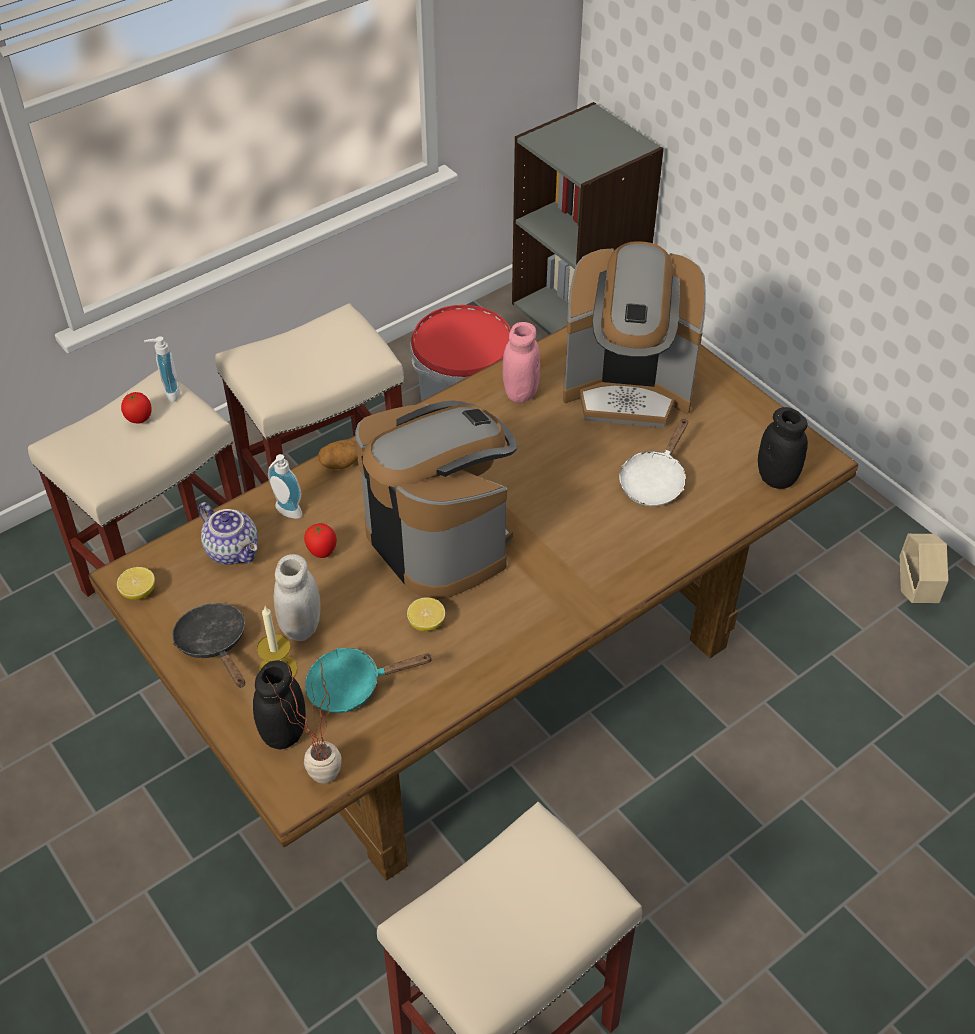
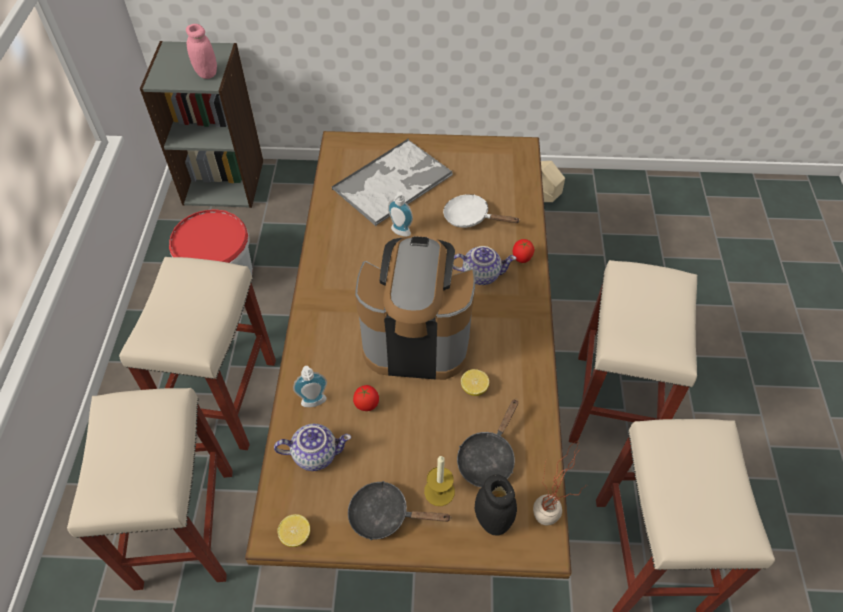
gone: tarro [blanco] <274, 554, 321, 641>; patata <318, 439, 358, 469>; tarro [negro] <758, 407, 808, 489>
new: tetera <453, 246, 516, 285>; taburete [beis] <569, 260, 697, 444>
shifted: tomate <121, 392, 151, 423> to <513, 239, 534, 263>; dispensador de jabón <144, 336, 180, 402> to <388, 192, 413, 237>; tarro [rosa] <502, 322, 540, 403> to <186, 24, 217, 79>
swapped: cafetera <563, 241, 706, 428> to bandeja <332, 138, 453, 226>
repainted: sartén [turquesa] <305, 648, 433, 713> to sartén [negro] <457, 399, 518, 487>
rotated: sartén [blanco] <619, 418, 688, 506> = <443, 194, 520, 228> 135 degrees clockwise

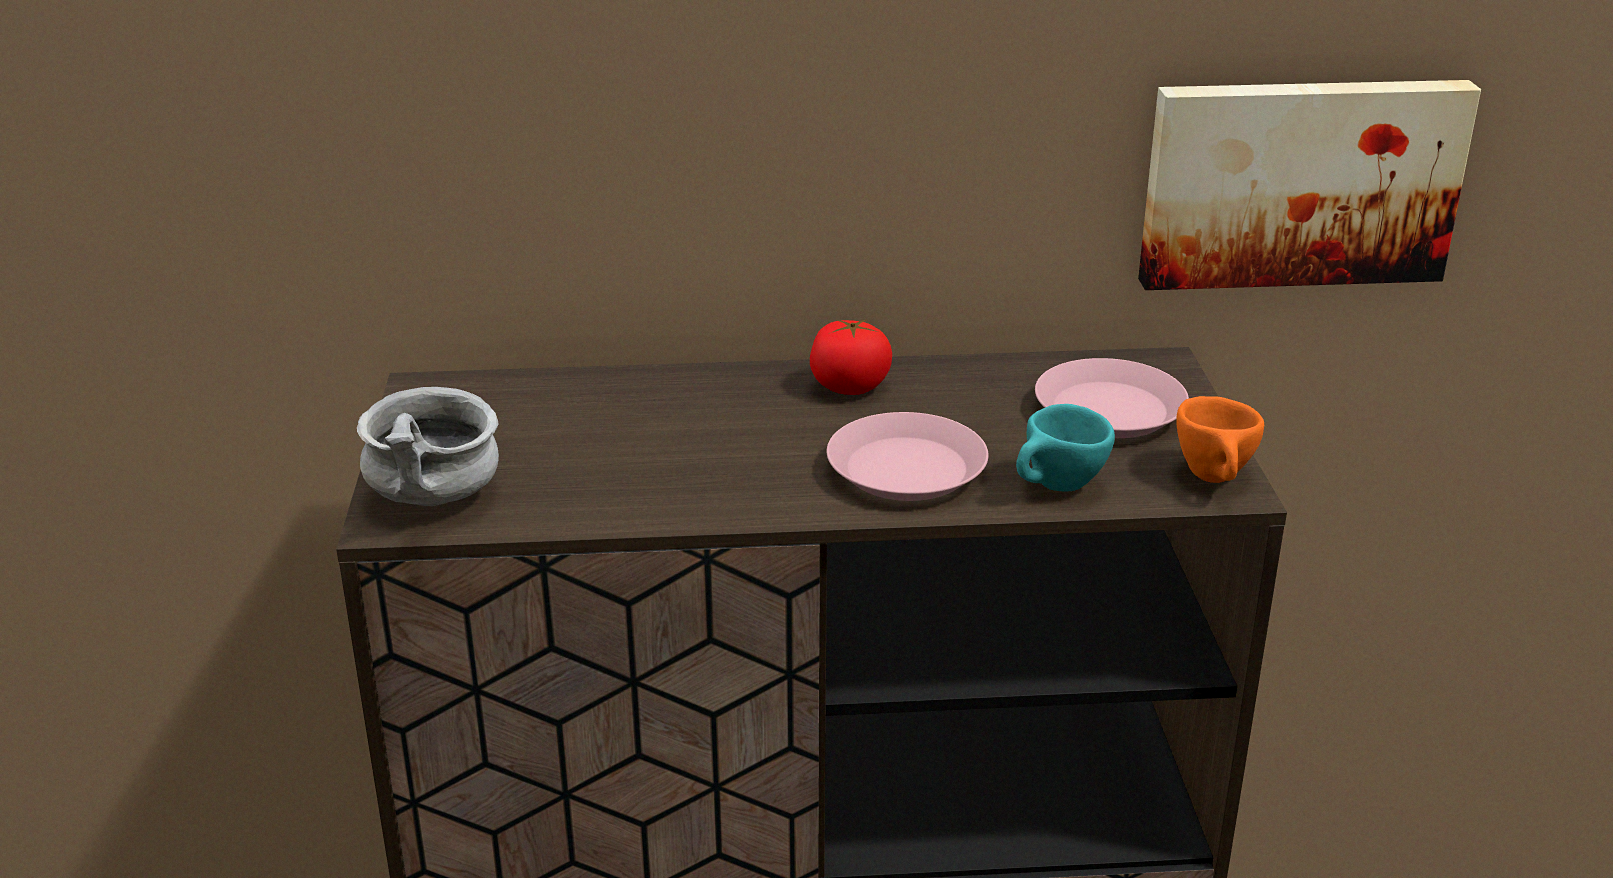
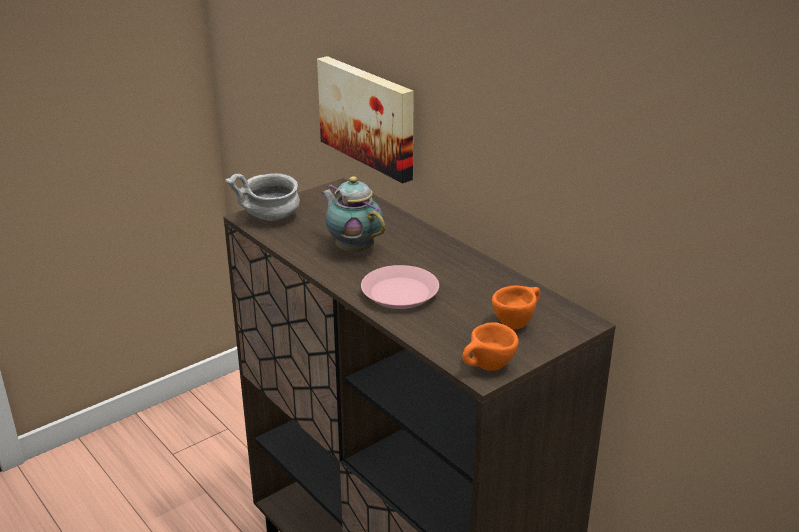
gone: tomate <810, 319, 892, 395>; taza [turquesa] <1016, 404, 1115, 492>
new: tetera <321, 176, 385, 253>
shifted: cuadro <1138, 80, 1481, 290> to <317, 56, 414, 183>
swapped: plato [rosa] <1035, 358, 1189, 438> to taza [naranja] <492, 286, 540, 329>

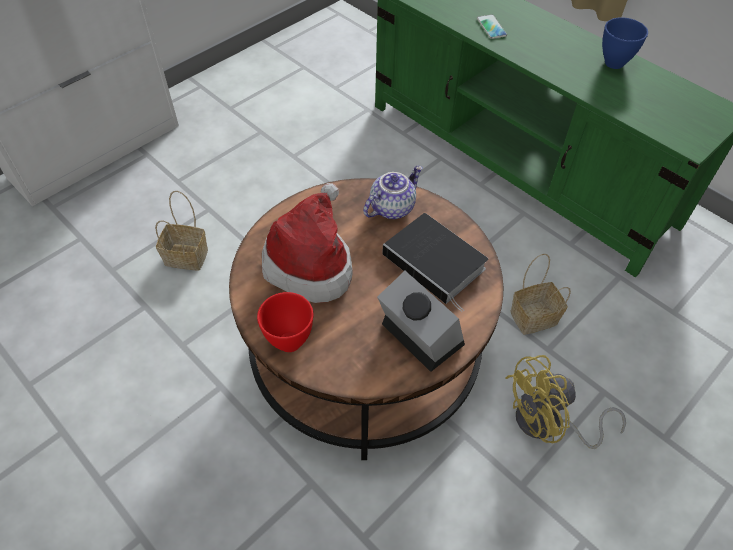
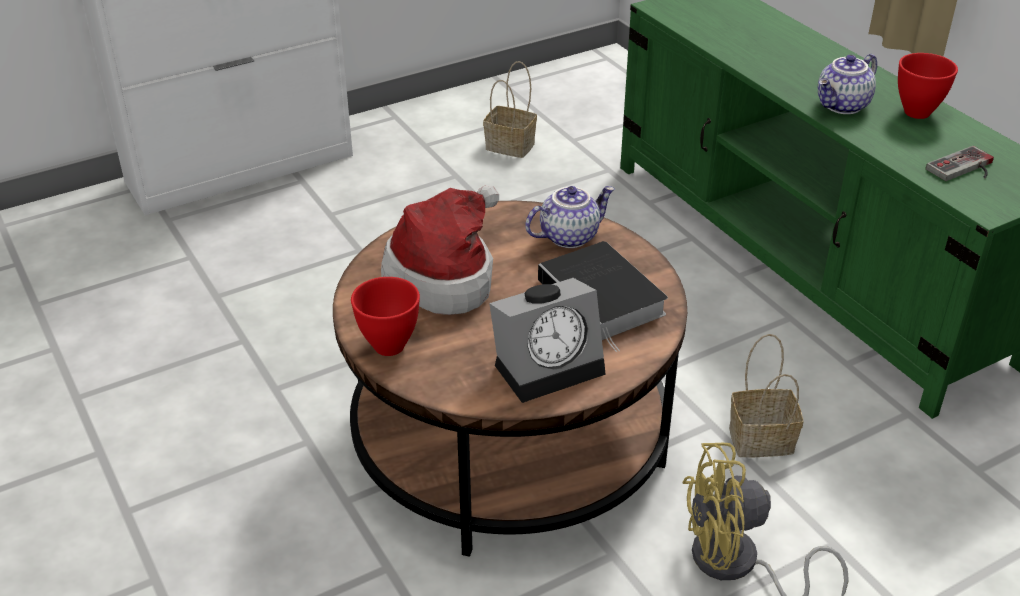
gone: móvil <477, 14, 507, 39>
new: tetera <818, 54, 877, 114>; mando de consola <926, 146, 994, 181>
shifted: cesta <155, 191, 208, 271> to <483, 61, 537, 158>
repainted: cuenco [azul] <602, 17, 648, 69> to cuenco [rojo] <898, 53, 958, 119>
rotated: despertador <377, 271, 465, 372> = <489, 278, 606, 403> 90 degrees clockwise

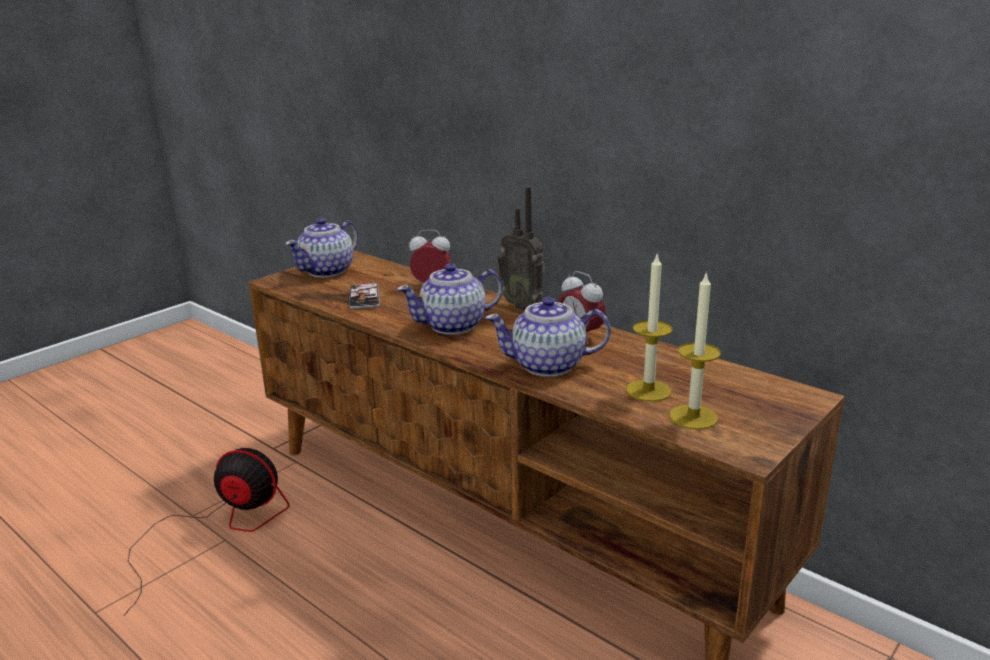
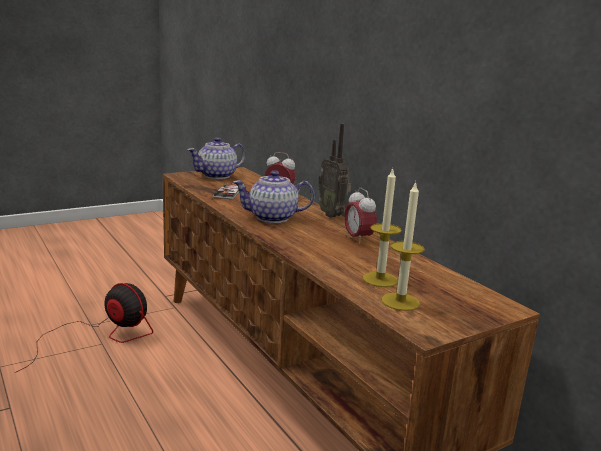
gone: tetera <485, 297, 611, 377>

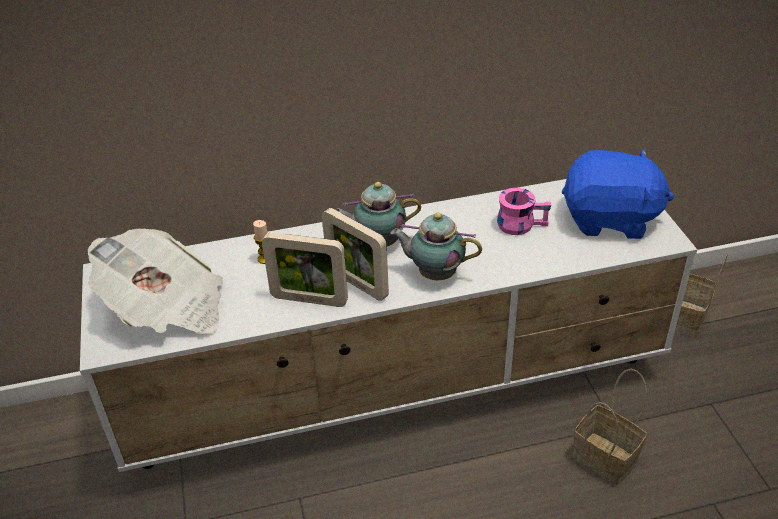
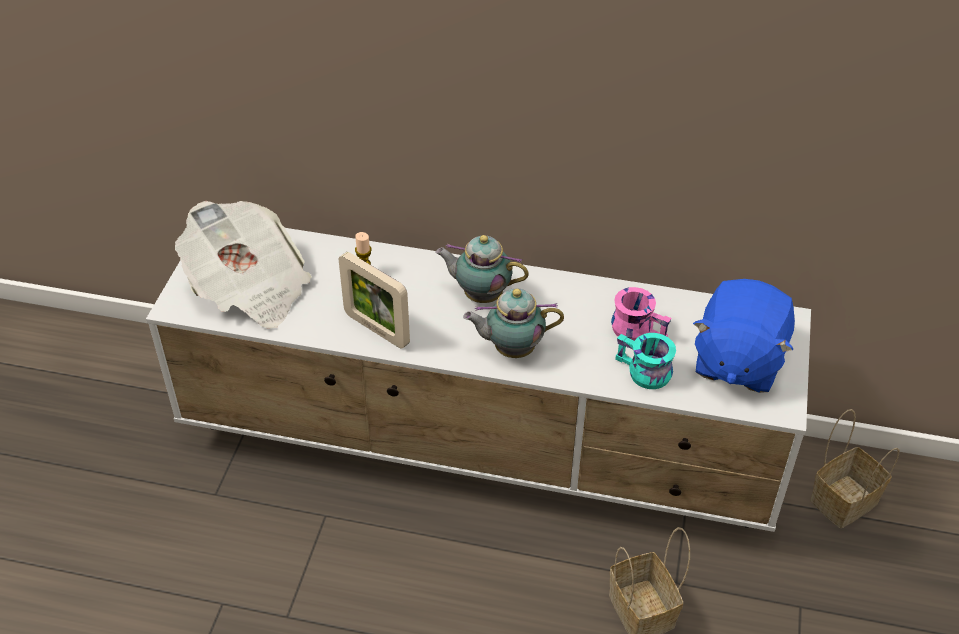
gone: portarretratos <322, 208, 389, 301>
new: taza grande [turquesa] <615, 333, 676, 389>
rotated: tetera <390, 213, 482, 280> = <463, 288, 564, 358> 45 degrees counterclockwise; peluche [azul] <562, 148, 674, 239> = <693, 279, 795, 393> 75 degrees clockwise

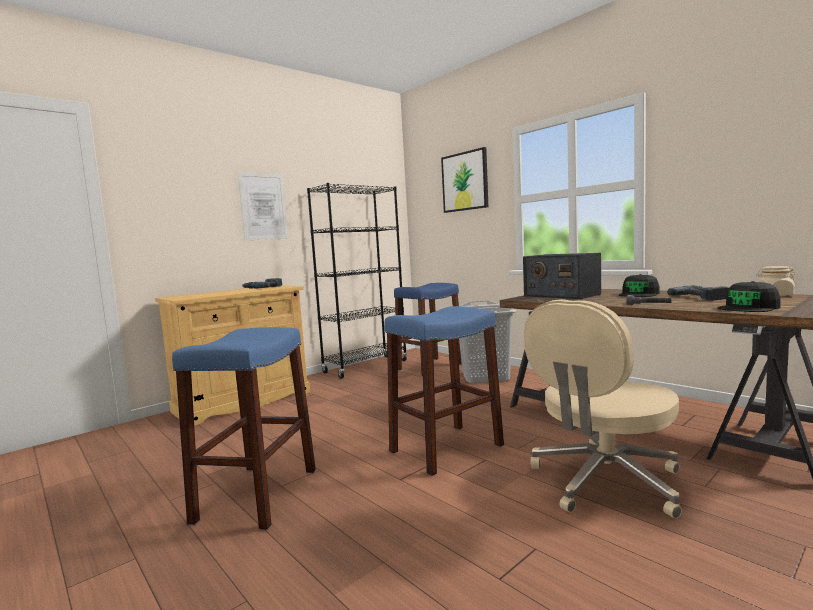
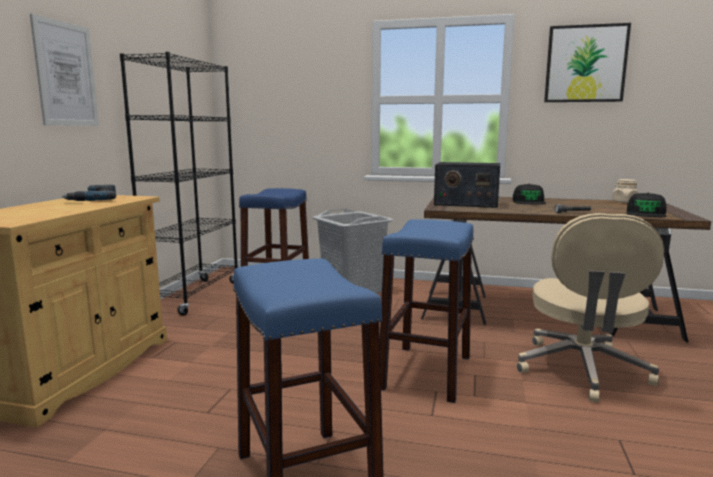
gone: taladro <667, 285, 729, 301>
shifted: cuadro <441, 147, 488, 213> to <544, 23, 631, 102>

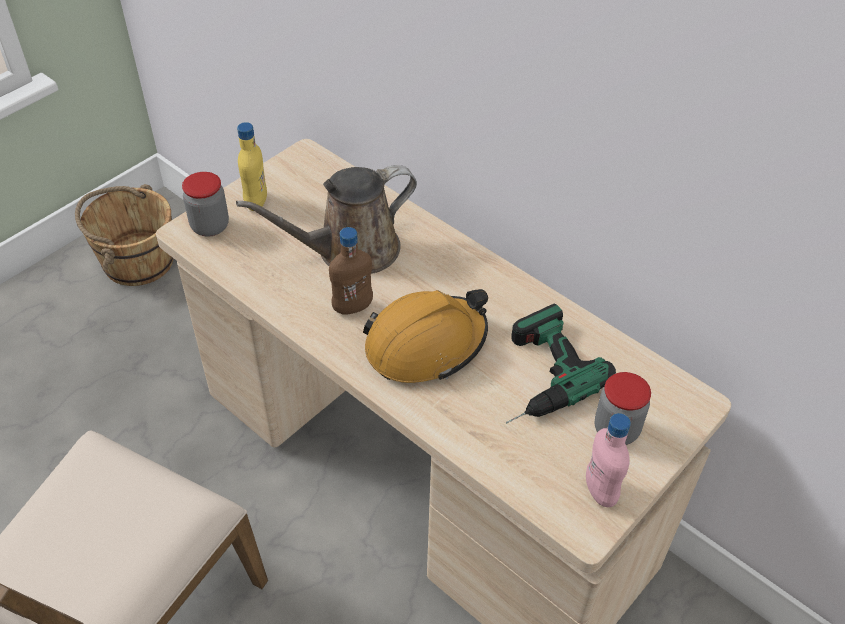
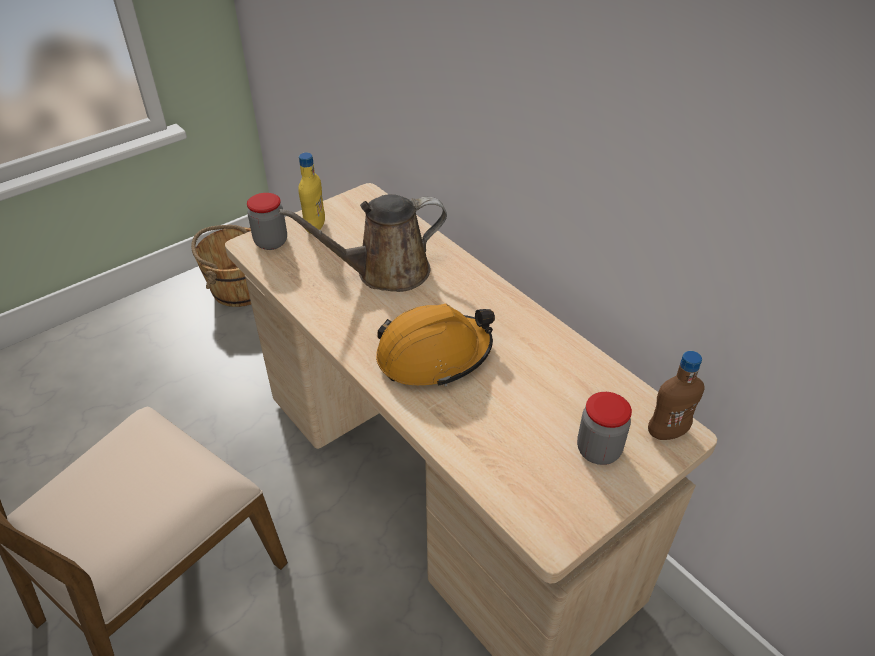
gone: taladro <506, 303, 616, 423>; botella [rosa] <586, 413, 631, 507>
shifted: botella [marrón] <329, 227, 373, 315> to <648, 351, 705, 440>

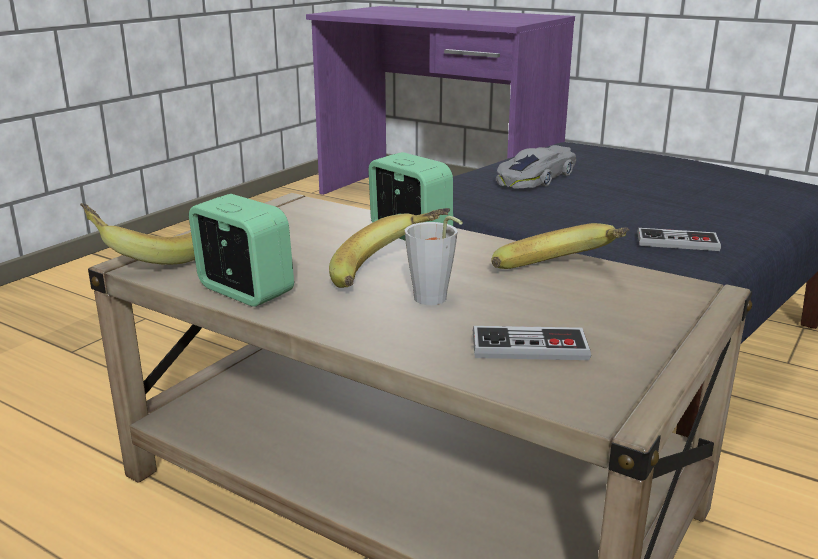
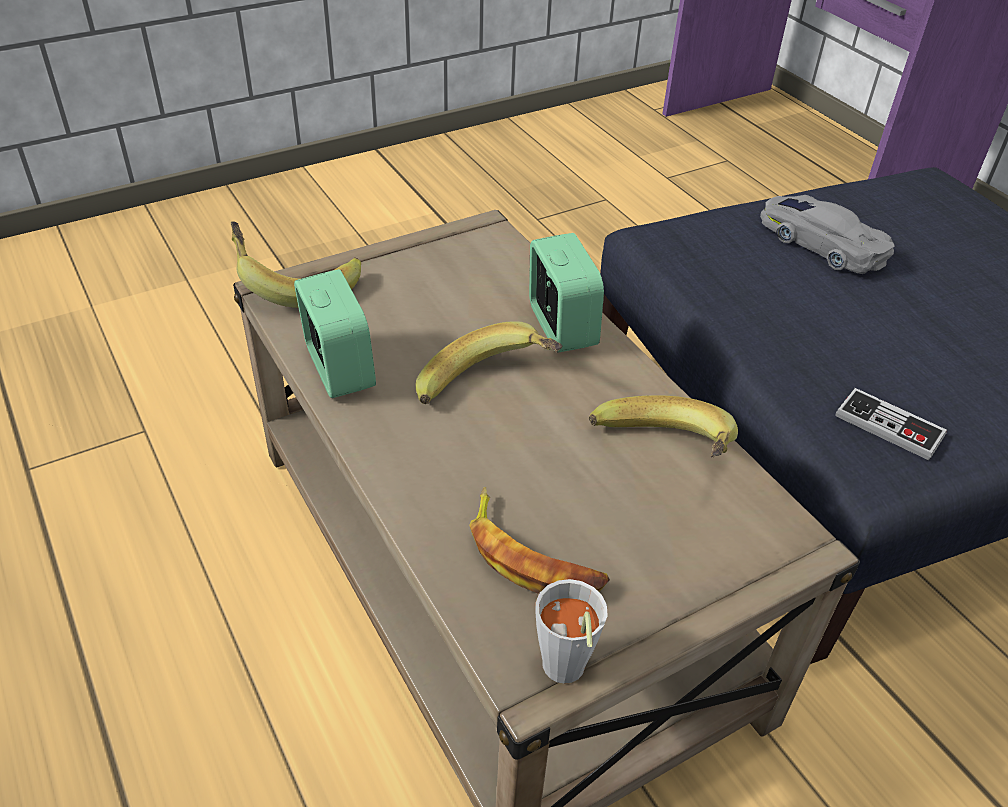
shifted: taza [gris] <404, 216, 463, 305> to <535, 579, 608, 684>
swapped: mando de consola <473, 326, 591, 360> to plátano <469, 487, 610, 594>
rotated: coche de juguete [gris] <496, 145, 576, 188> = <760, 195, 895, 274> 75 degrees clockwise

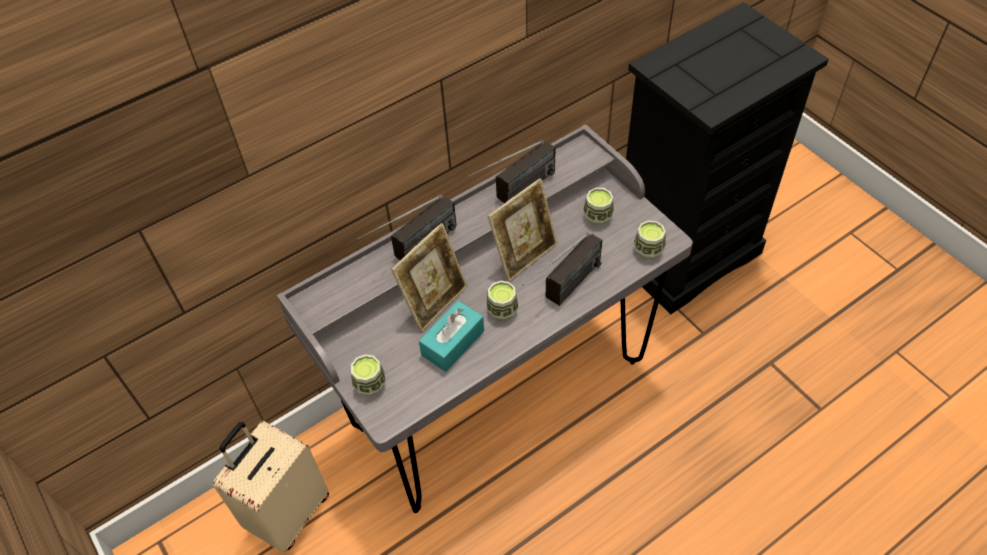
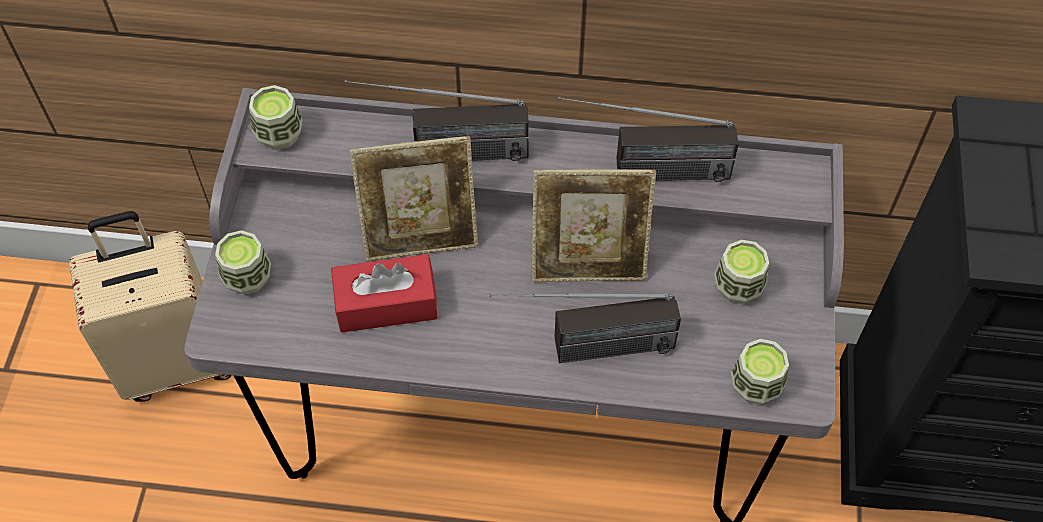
shifted: taza <487, 281, 518, 321> to <249, 85, 302, 150>
repainted: caja de pañuelos [turquesa] <419, 300, 484, 372> to caja de pañuelos [rojo] <331, 254, 438, 333>

